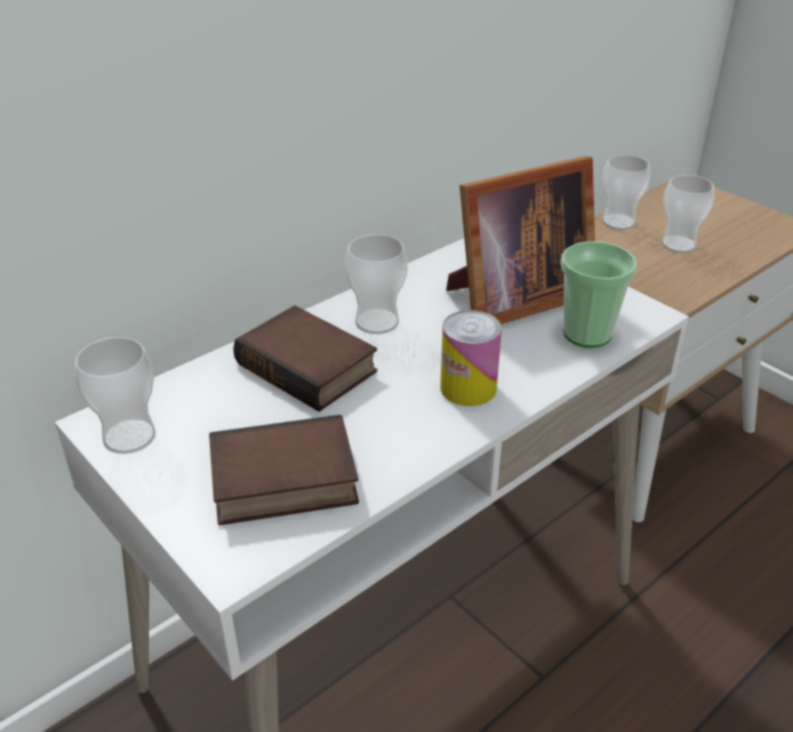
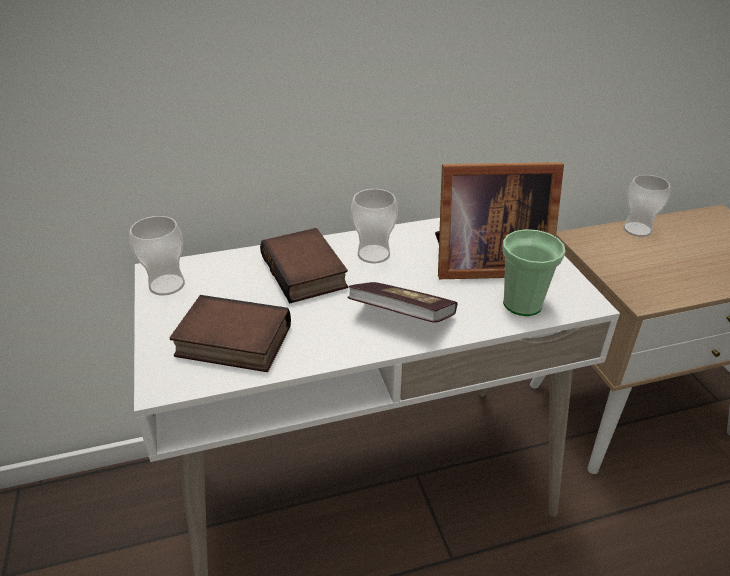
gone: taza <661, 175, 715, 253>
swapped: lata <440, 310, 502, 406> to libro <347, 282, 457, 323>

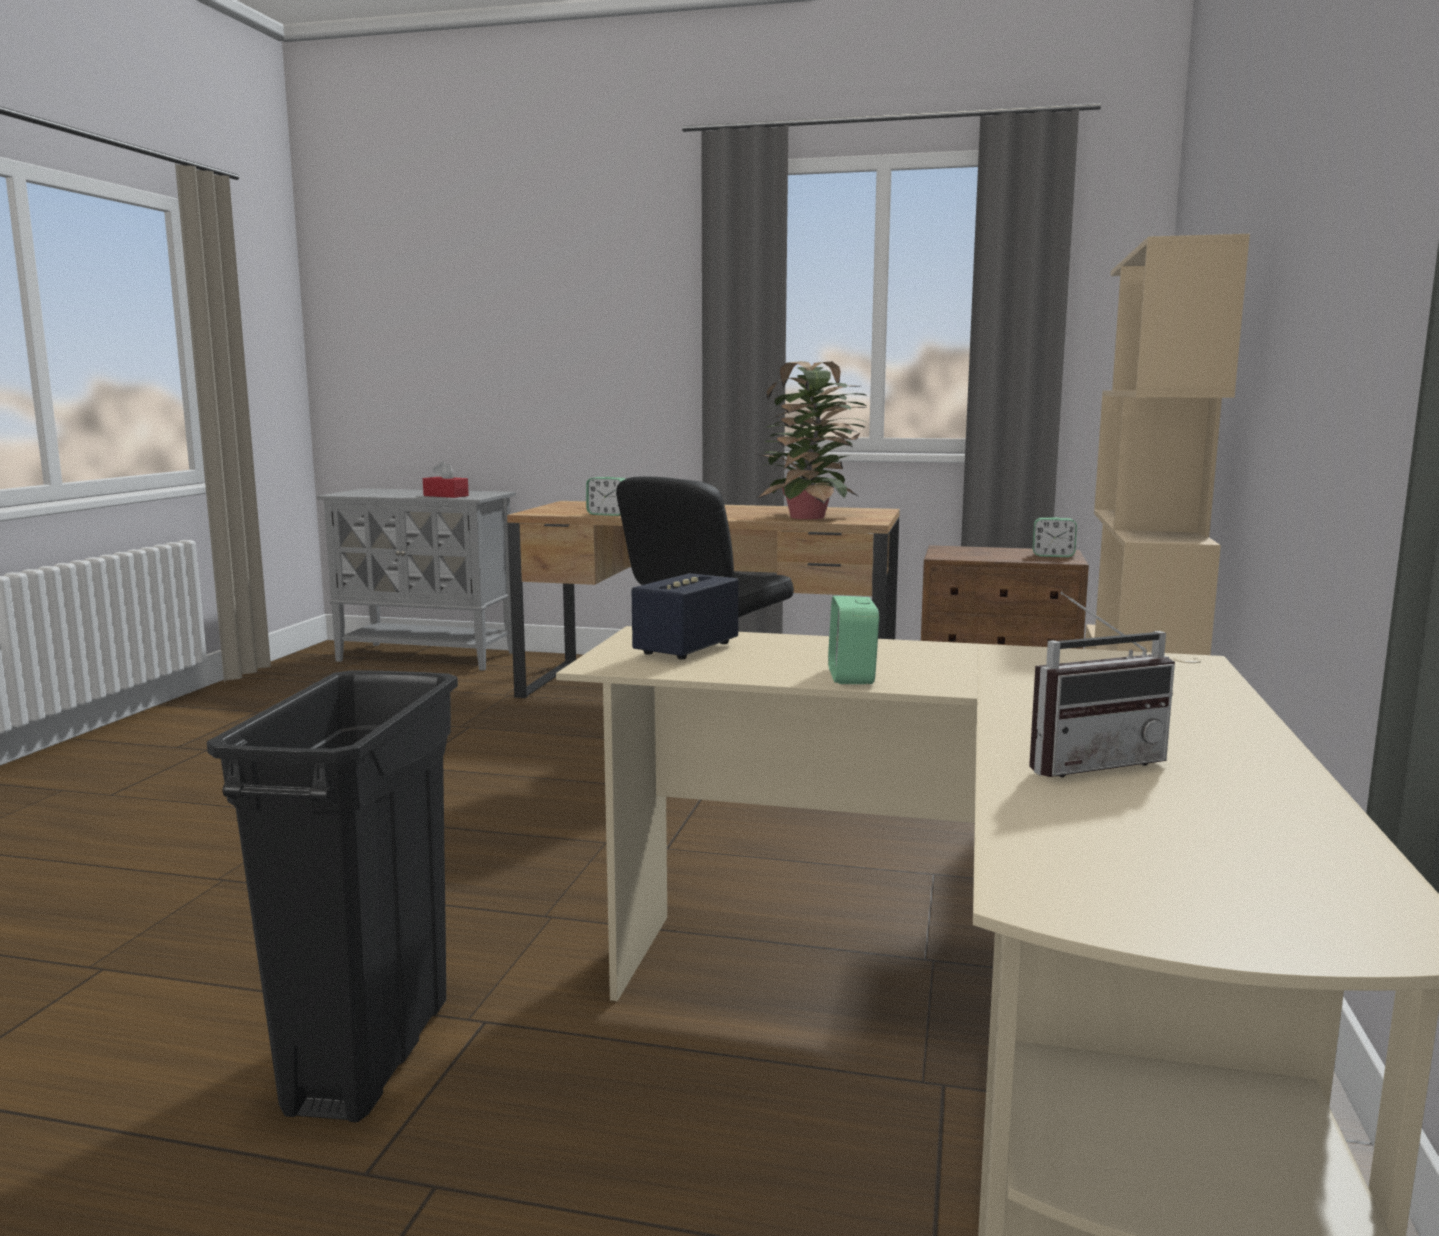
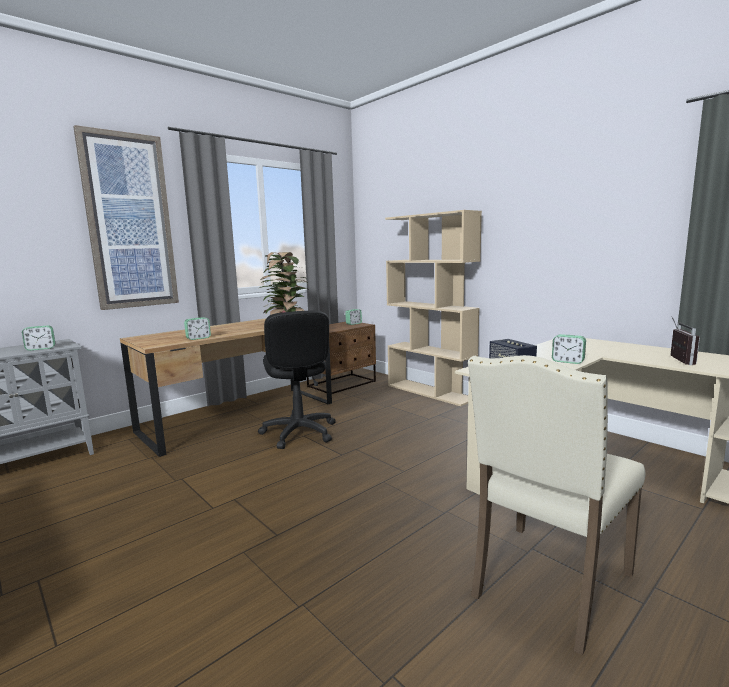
new: cuadro <73, 125, 179, 310>
swapped: papelera [negro] <207, 670, 458, 1123> to silla [beis] <468, 355, 646, 656>; caja de pañuelos [rojo] <423, 461, 469, 498> to despertador <22, 326, 55, 351>

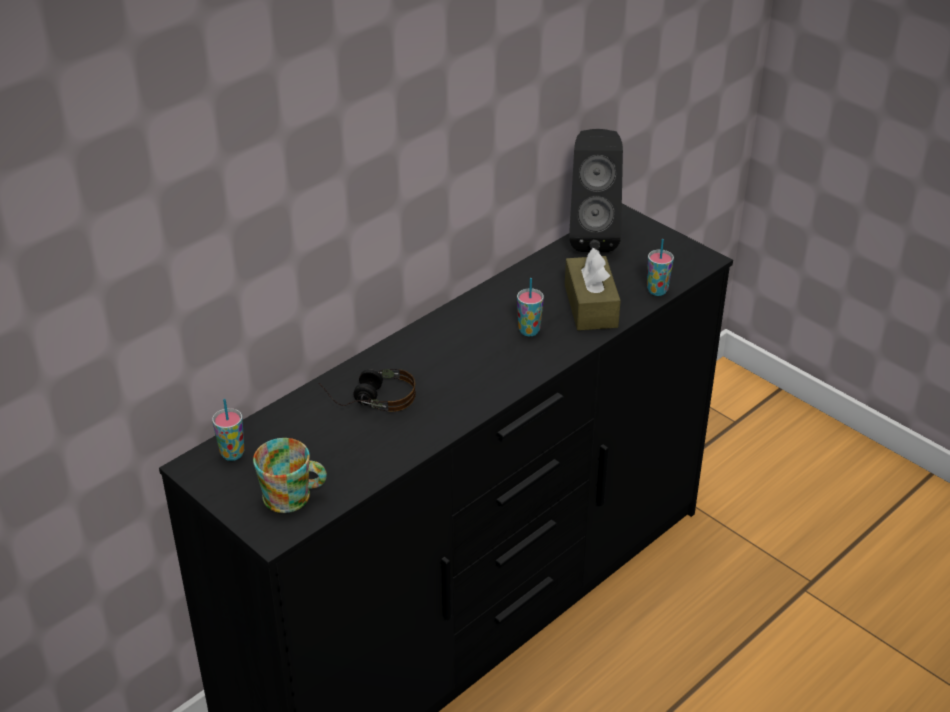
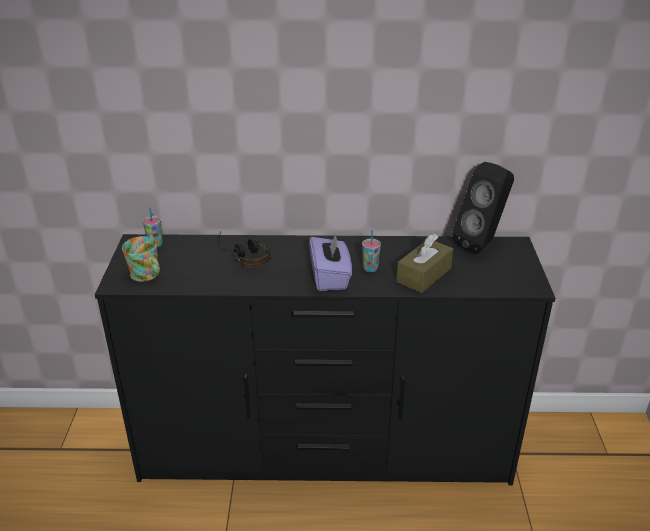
gone: taza <647, 239, 674, 296>
new: caja de pañuelos [morado] <309, 233, 352, 291>

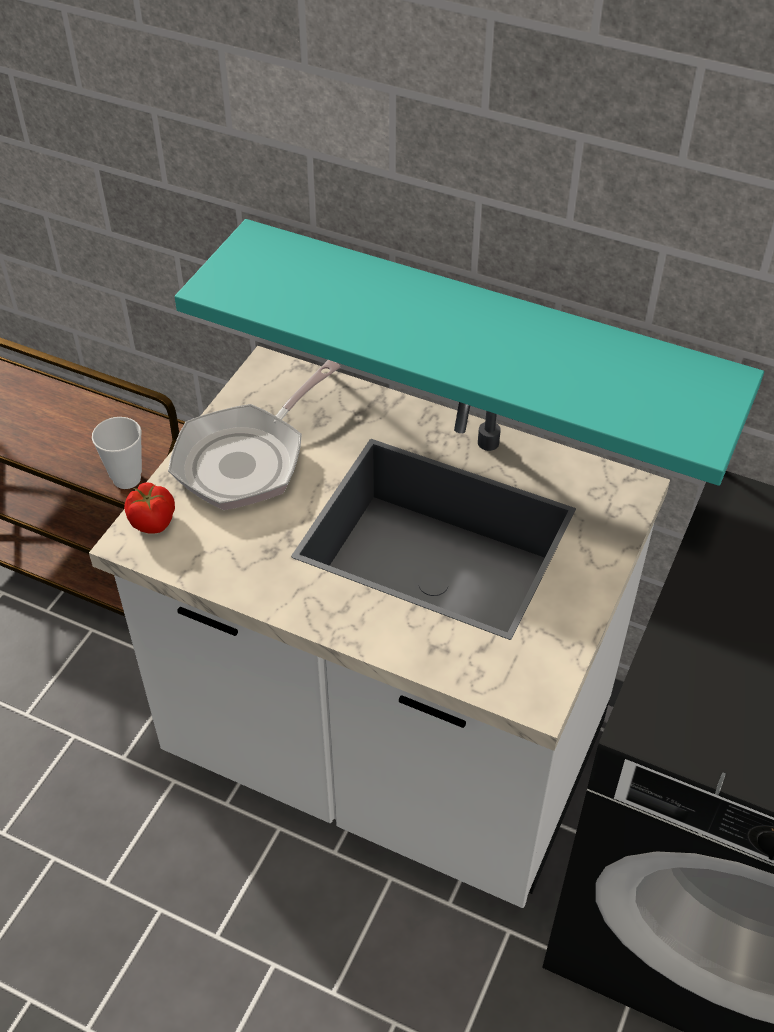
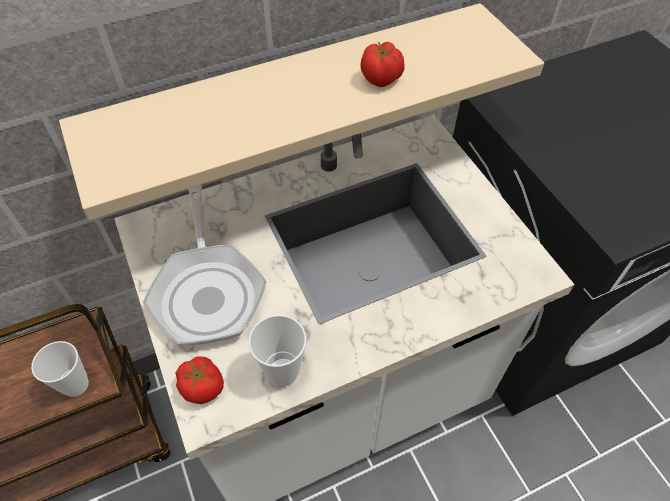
new: taza <248, 315, 306, 387>; tomate <361, 41, 405, 87>
repainted: estante [turquesa] <175, 219, 764, 486> to estante [beis] <59, 3, 544, 220>

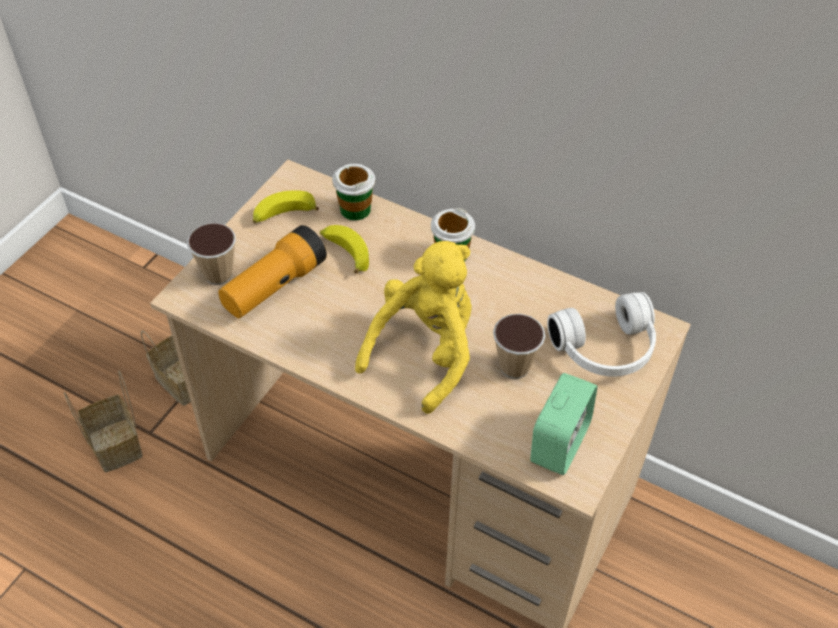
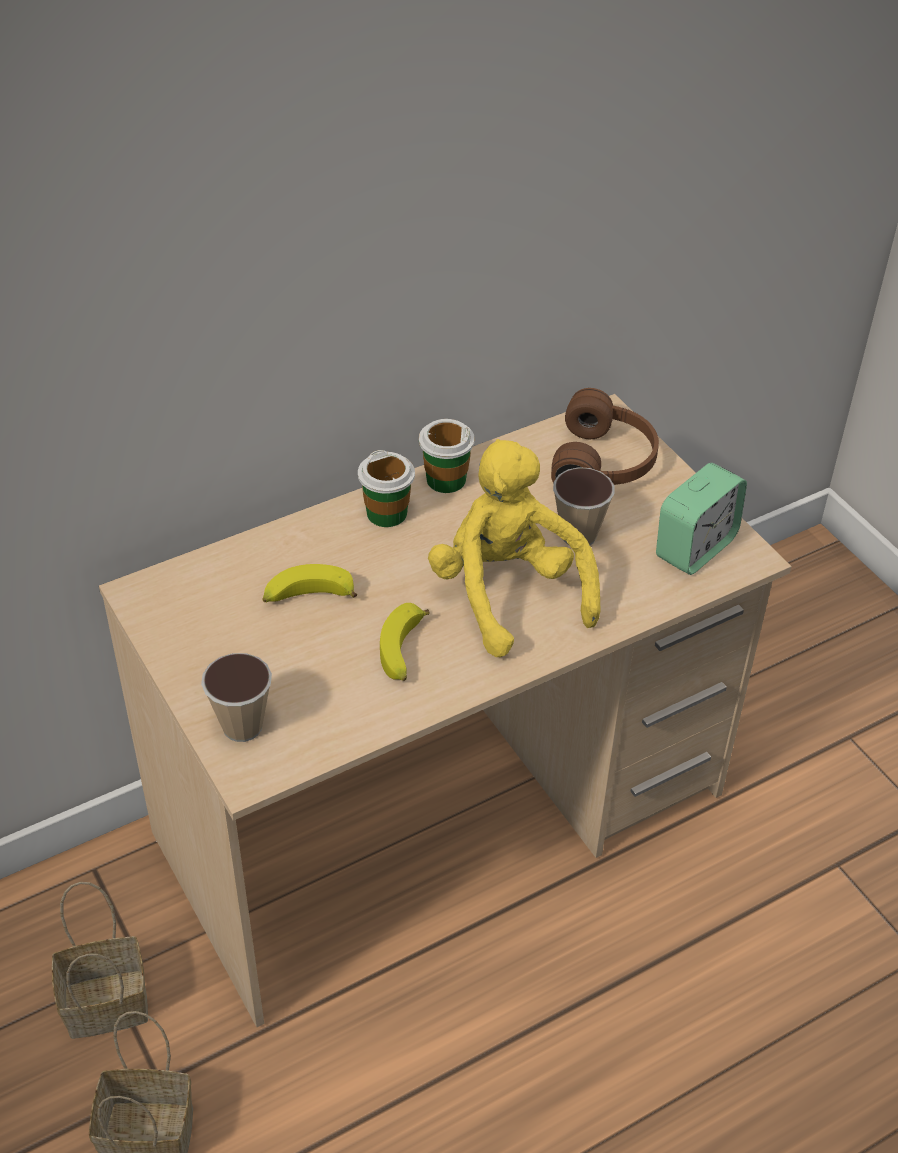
gone: linterna <218, 225, 327, 318>
shifted: plátano <253, 190, 319, 223> to <380, 603, 430, 681>; taza <332, 164, 375, 221> to <419, 419, 475, 493>
repainted: auriculares [blanco] <547, 292, 656, 377> to auriculares [marrón] <551, 388, 659, 485>
rotated: despertador <530, 373, 597, 475> = <656, 463, 747, 575> 75 degrees clockwise

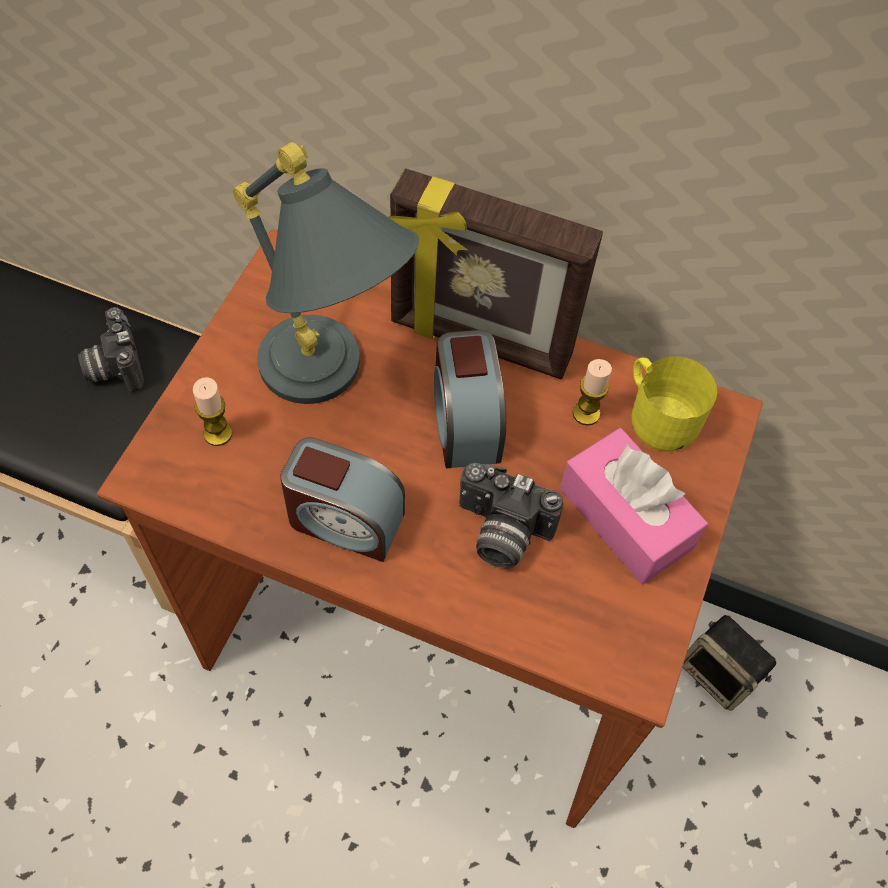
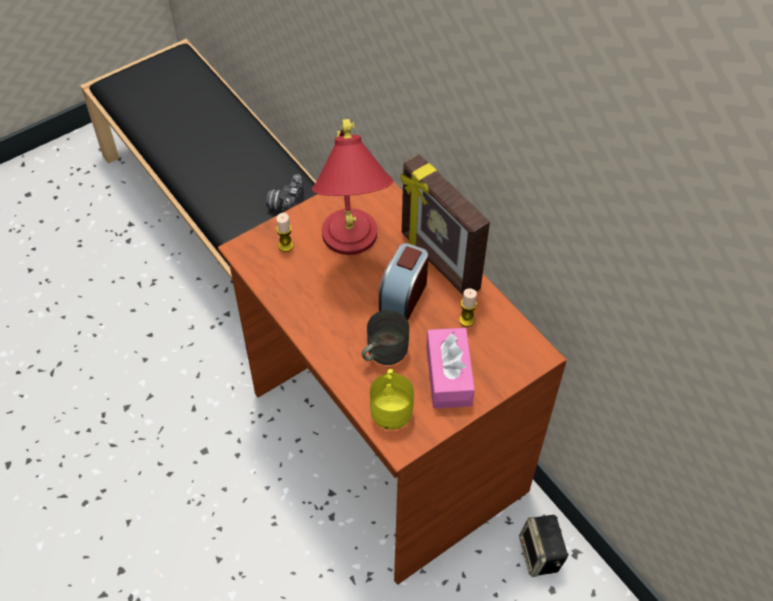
gone: despertador <280, 437, 405, 562>
shifted: taza grande [amarillo] <632, 356, 717, 452> to <370, 369, 414, 430>
swapped: cámara <459, 463, 563, 569> to taza grande [gris] <362, 310, 409, 365>
repainted: lámpara de mesa [gris] <232, 142, 419, 404> to lámpara de mesa [rojo] <312, 119, 394, 255>

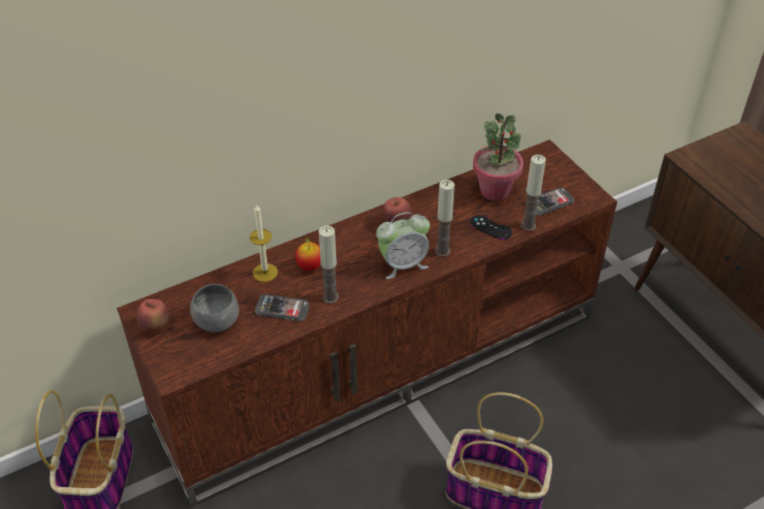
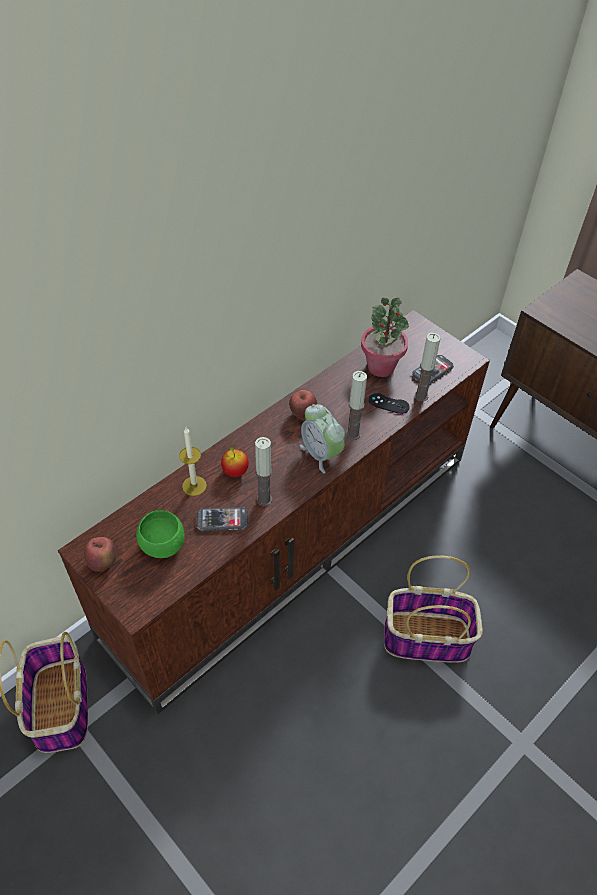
repainted: cuenco [gris] <190, 284, 239, 332> to cuenco [verde] <136, 510, 185, 558>
rotated: despertador <376, 212, 430, 279> = <300, 404, 345, 473> 90 degrees clockwise

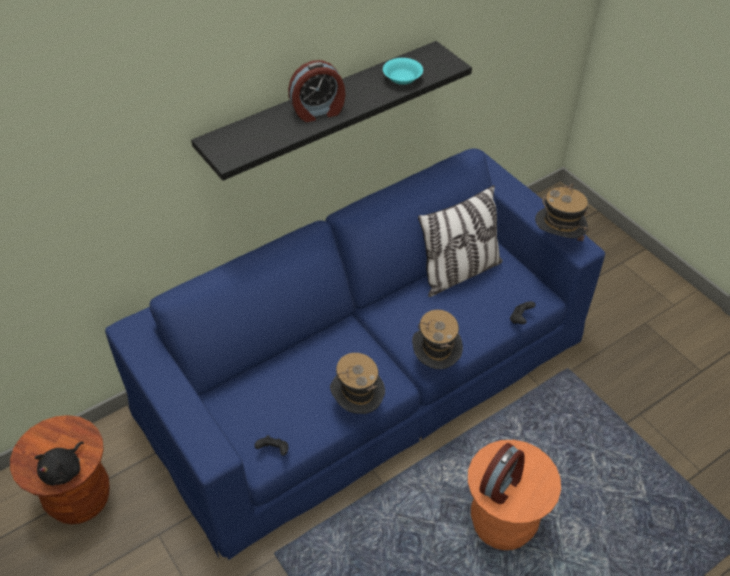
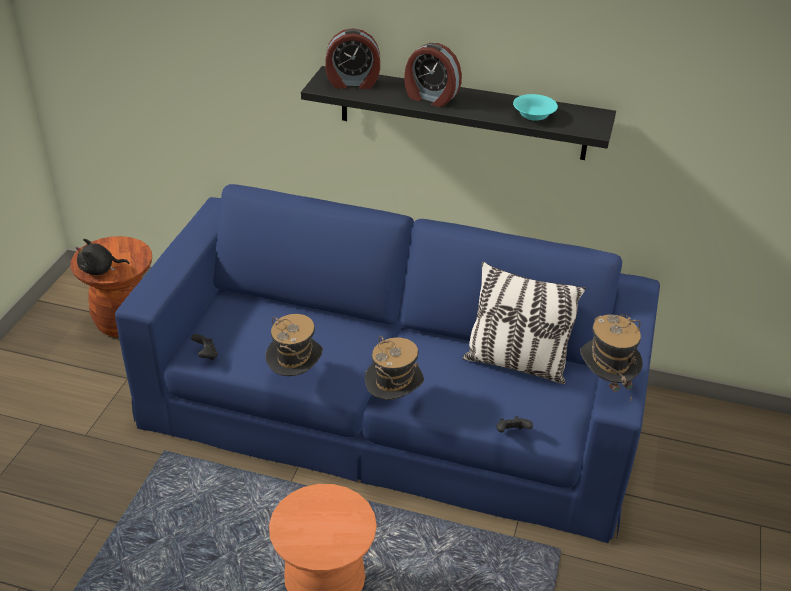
shifted: despertador <479, 443, 525, 504> to <325, 28, 380, 89>

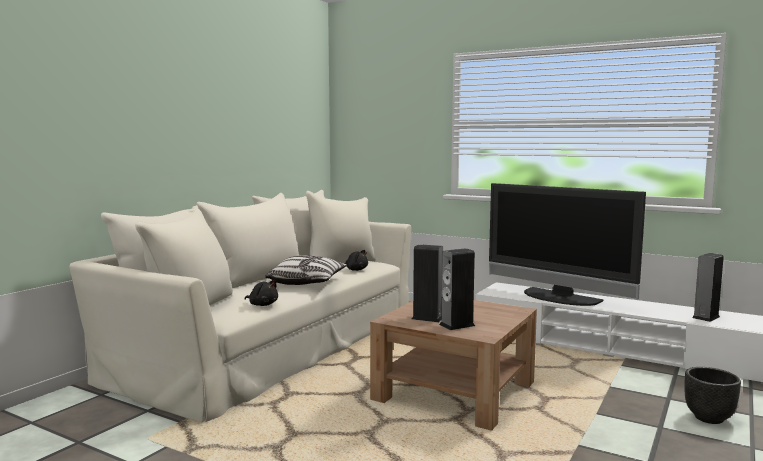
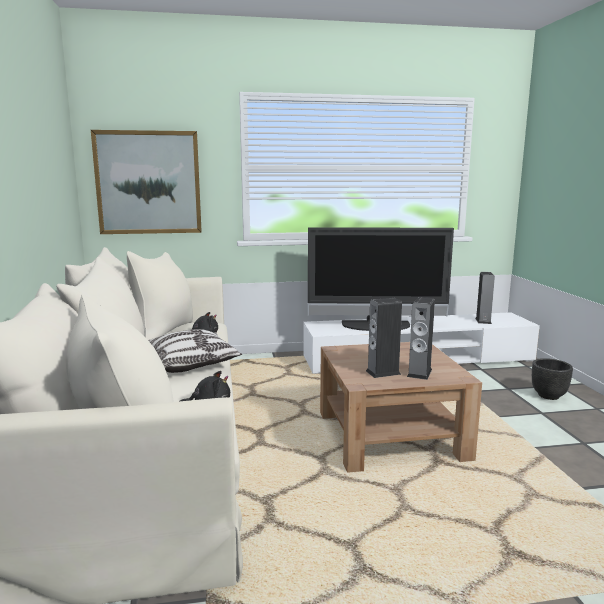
new: cuadro <91, 130, 202, 234>

